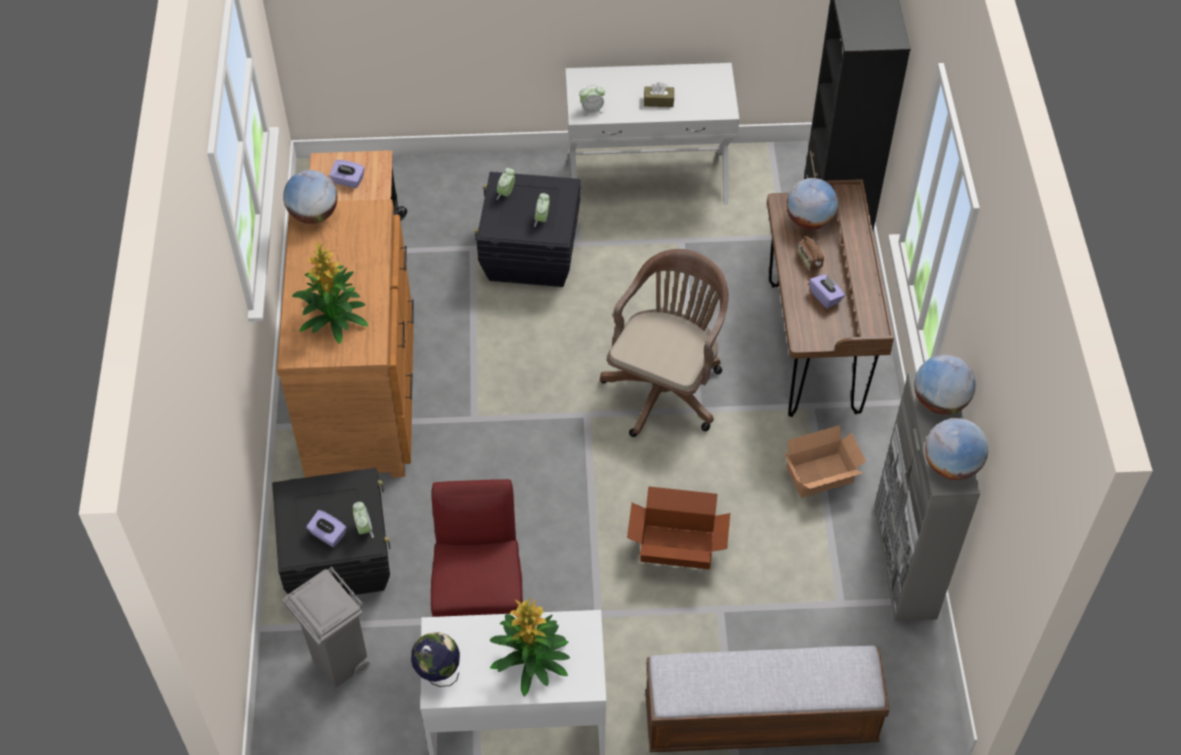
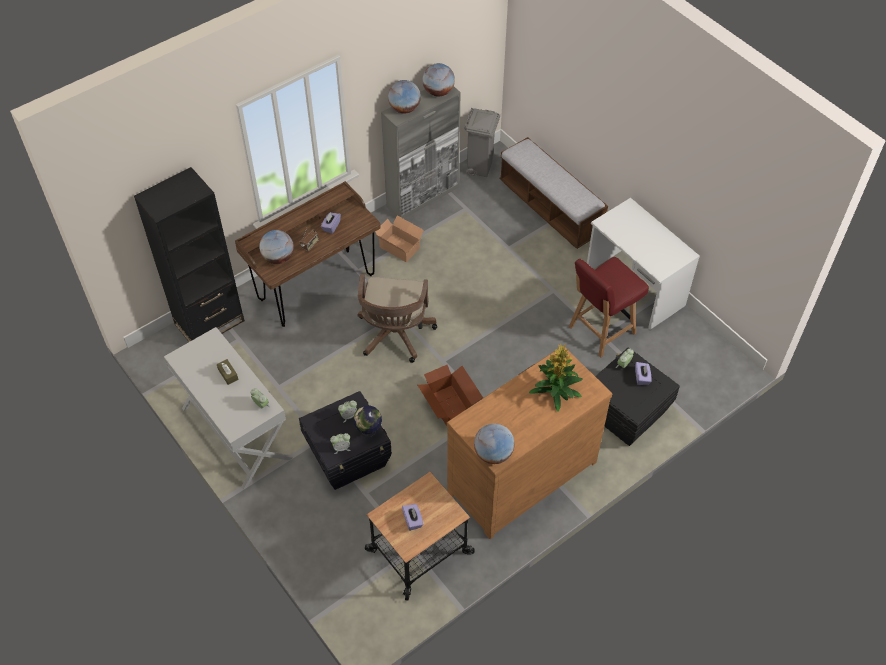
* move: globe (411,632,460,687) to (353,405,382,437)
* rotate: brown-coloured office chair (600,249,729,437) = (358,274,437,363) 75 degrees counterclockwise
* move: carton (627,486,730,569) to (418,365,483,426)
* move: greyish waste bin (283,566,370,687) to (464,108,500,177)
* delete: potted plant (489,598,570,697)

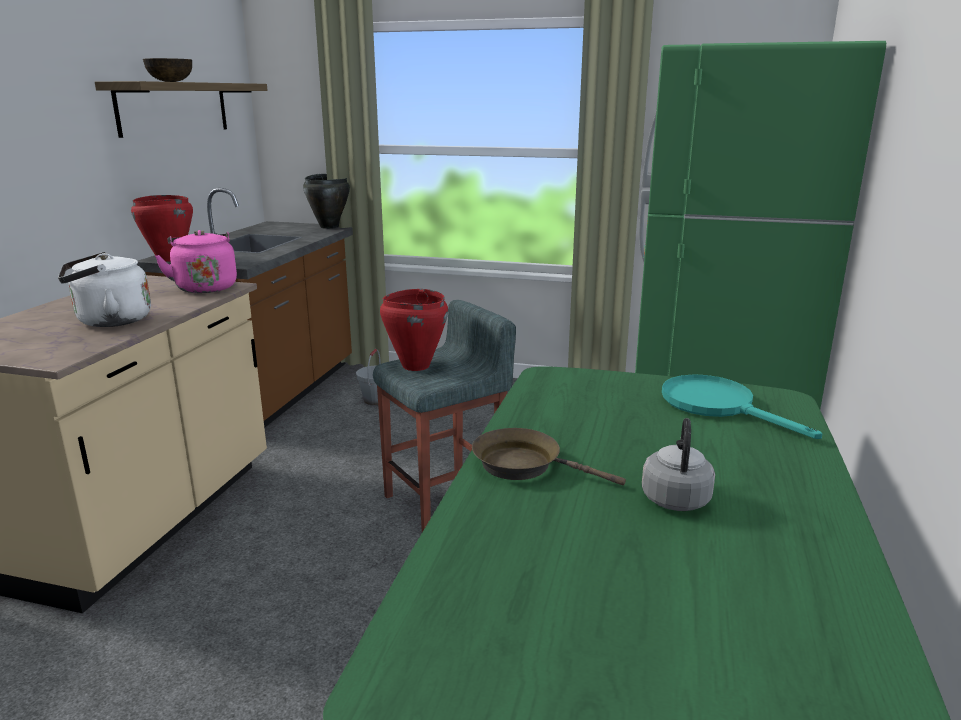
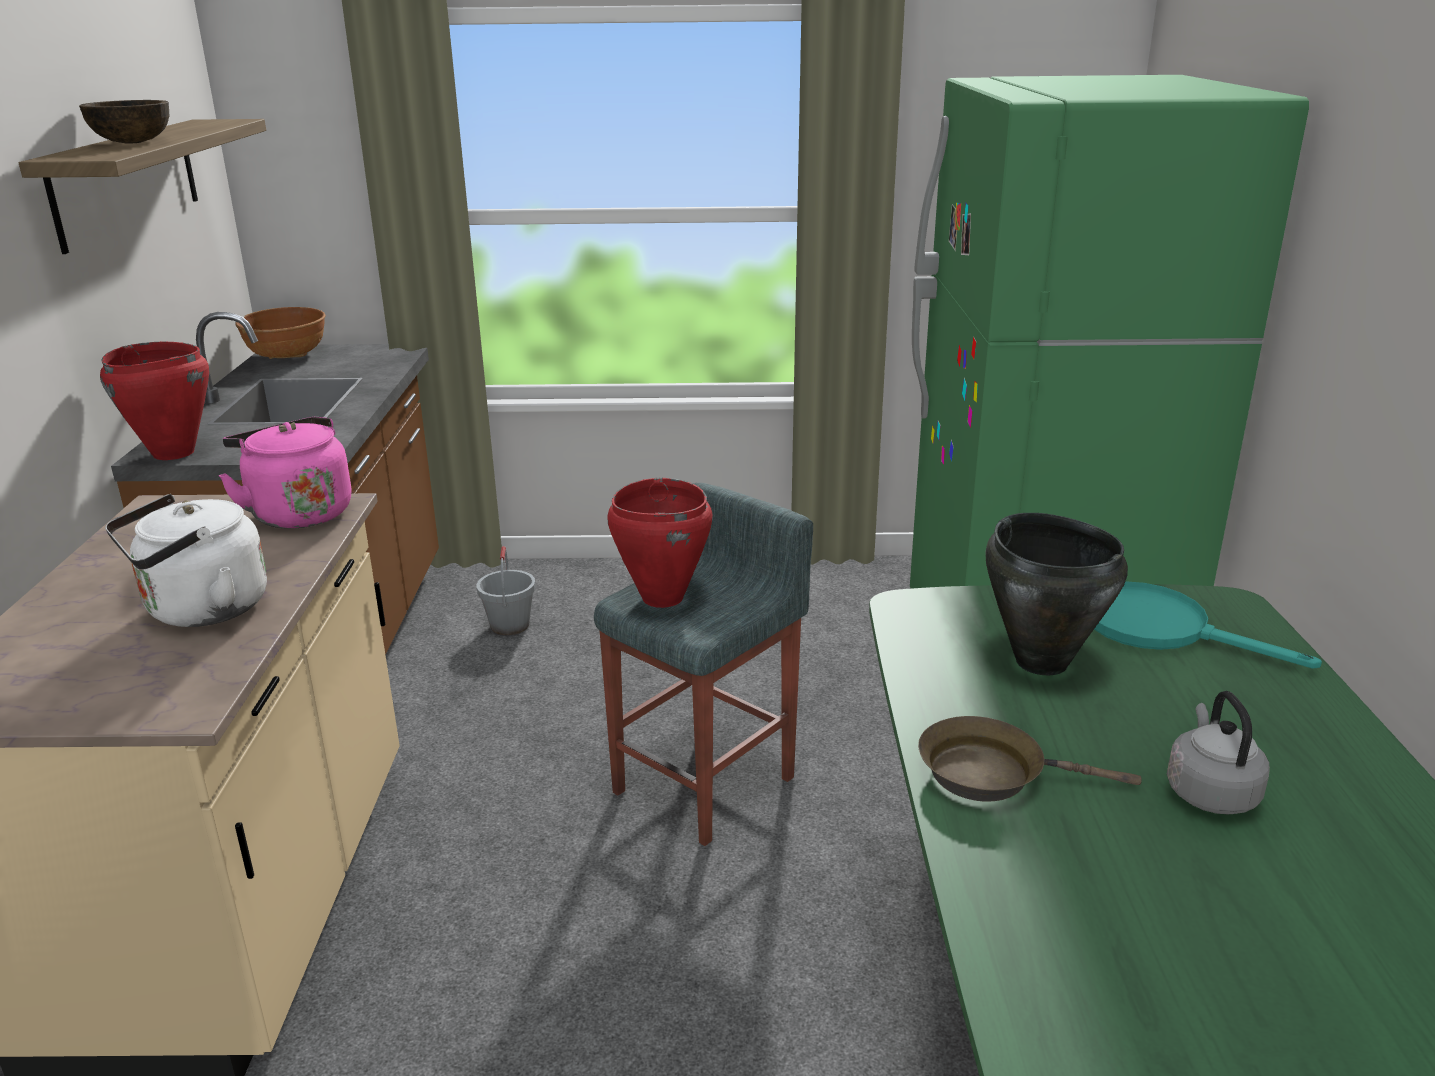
* insert: brown-coloured bowl (235,307,326,359)
* move: black-coloured cooking pot (303,174,350,229) to (985,513,1128,675)

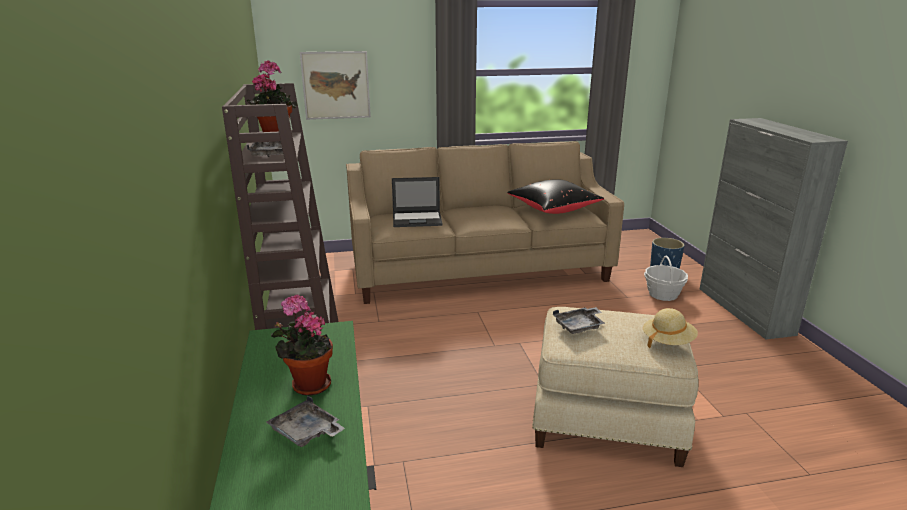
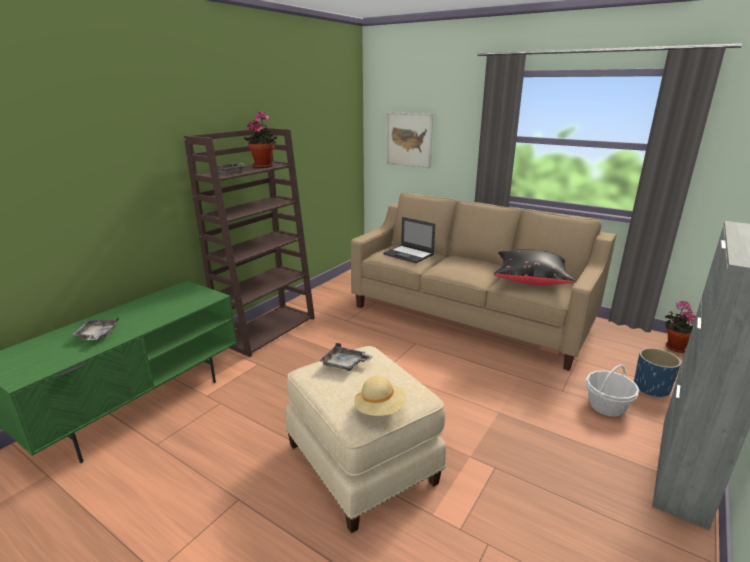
* move: potted plant (271,295,333,396) to (665,301,696,353)

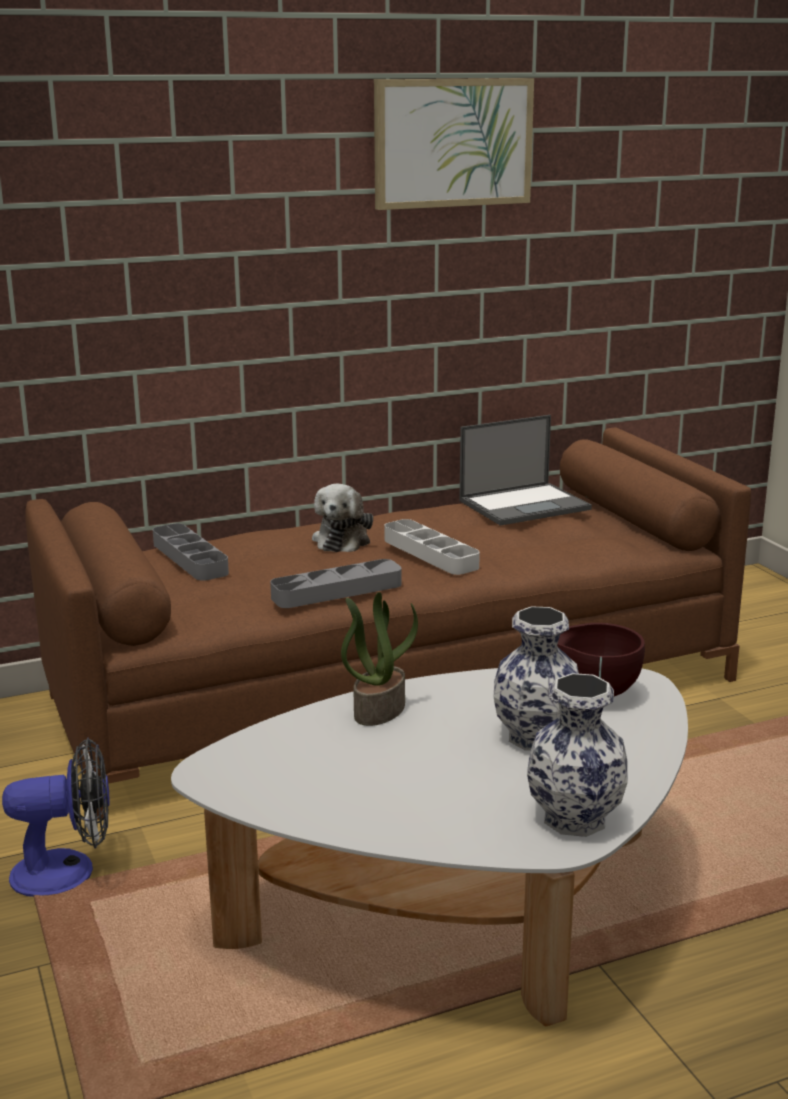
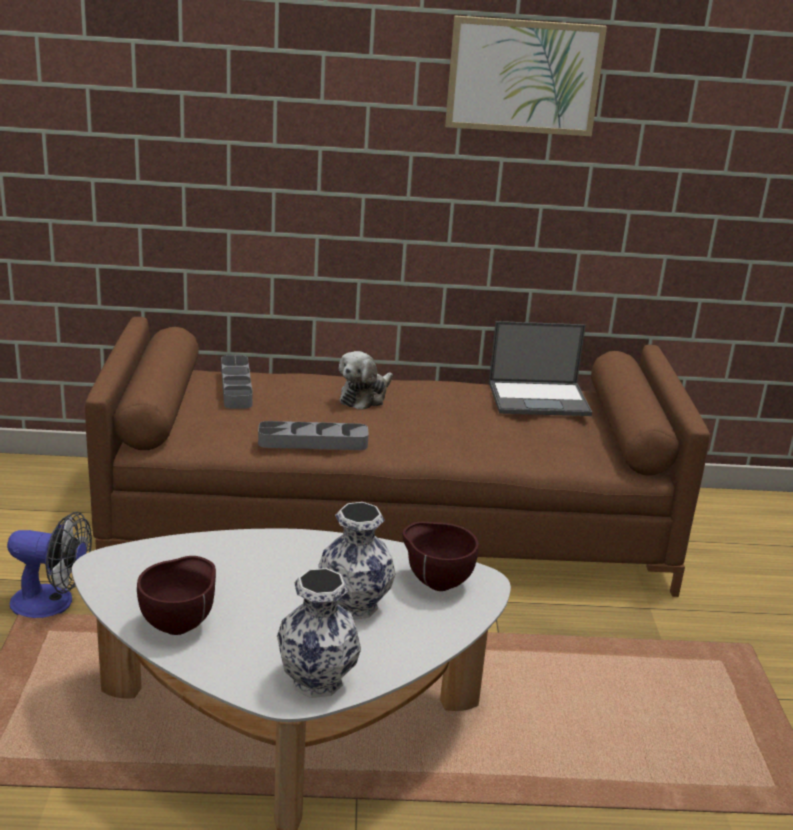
* insert: brown-coloured bowl (137,556,216,635)
* delete: potted plant (341,592,418,726)
* delete: greyish serving tray (385,519,480,575)

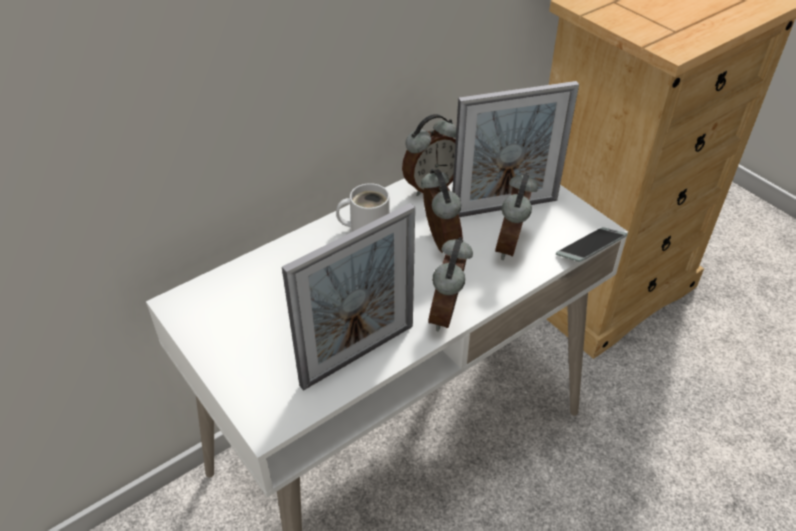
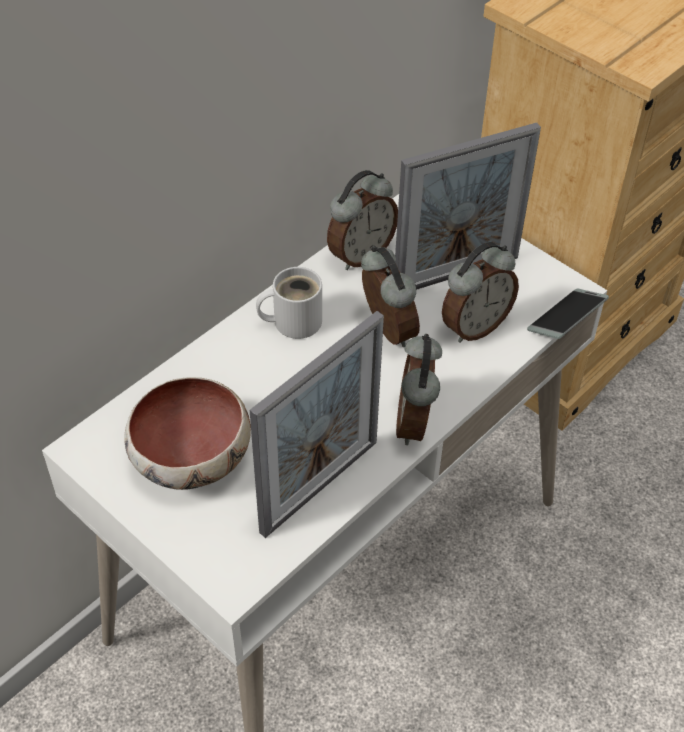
* insert: bowl (124,377,251,490)
* rotate: table clock (495,173,538,260) = (442,242,519,343) 135 degrees counterclockwise

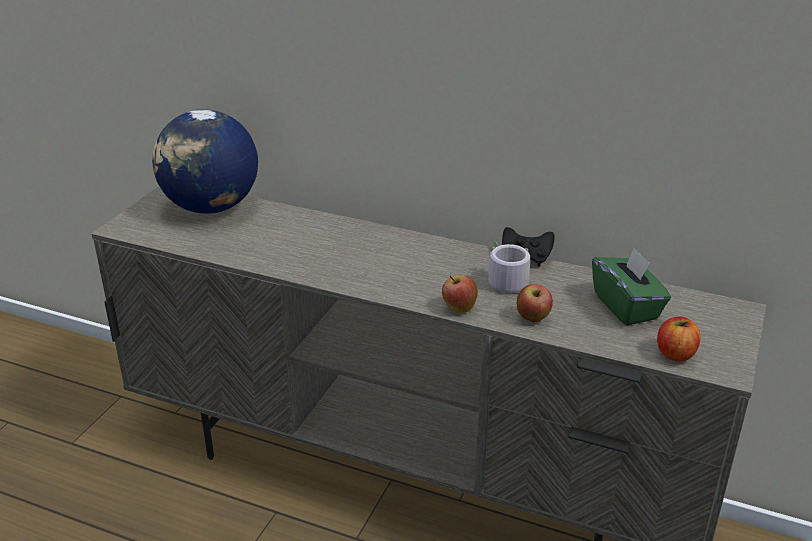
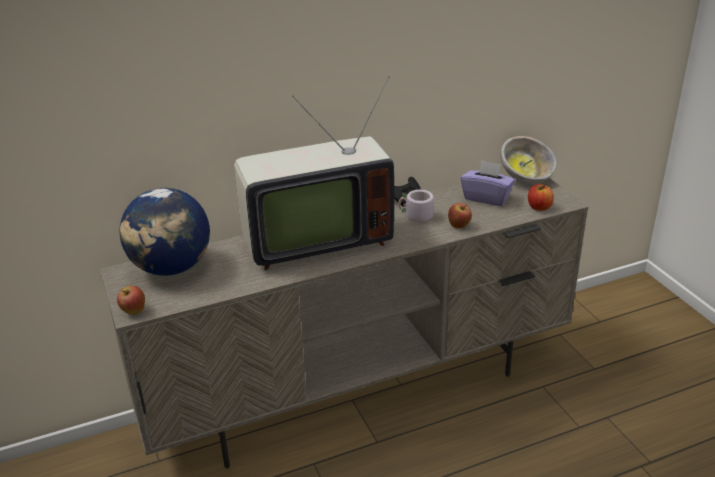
* move: apple fruit (442,275,478,313) to (117,286,145,315)
* insert: TV (234,76,394,270)
* recolor: green-coloured box of tissues (592,247,671,325) to purple box of tissues (461,160,515,206)
* insert: bowl (500,136,556,183)

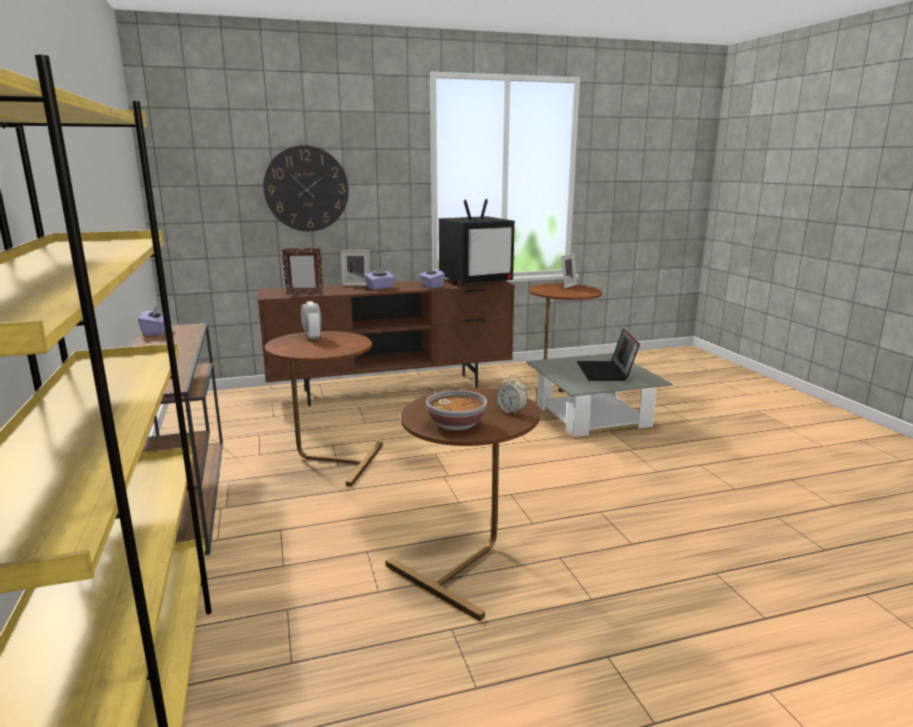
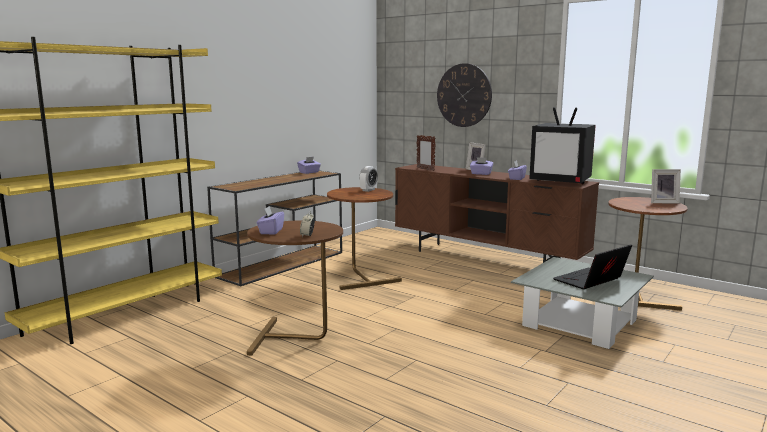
* replace: bowl (426,390,487,431) to purple box of tissues (257,206,284,235)

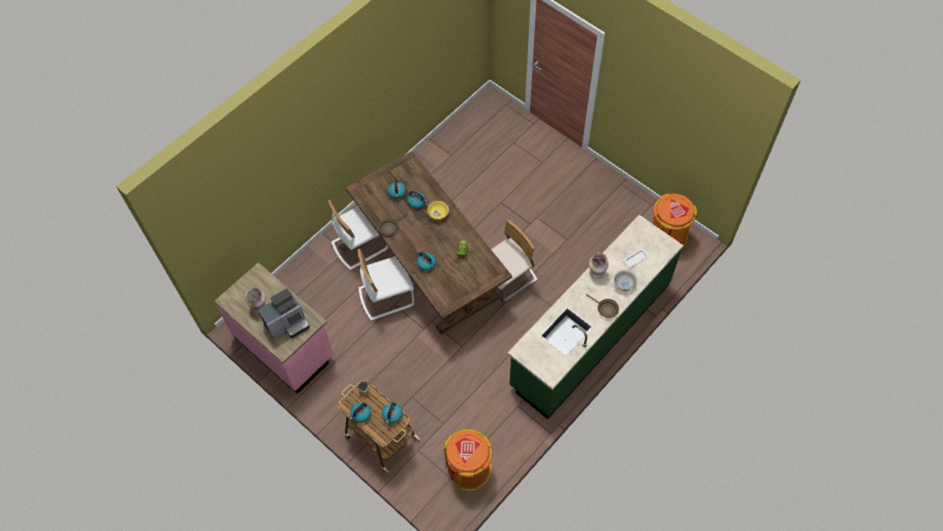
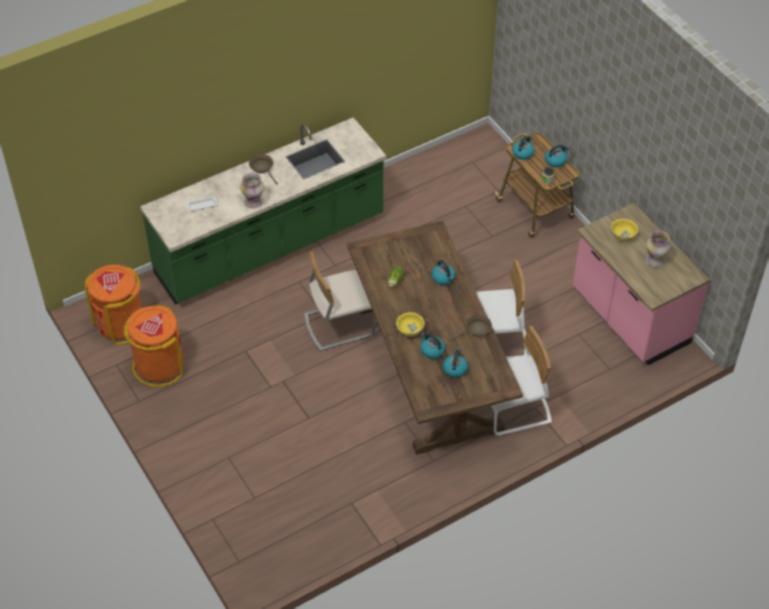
* move: orange-coloured waste bin (444,429,492,492) to (123,305,184,387)
* replace: coffee machine (258,289,310,340) to yellow bowl (610,218,638,241)
* delete: whitish bowl (614,270,637,291)

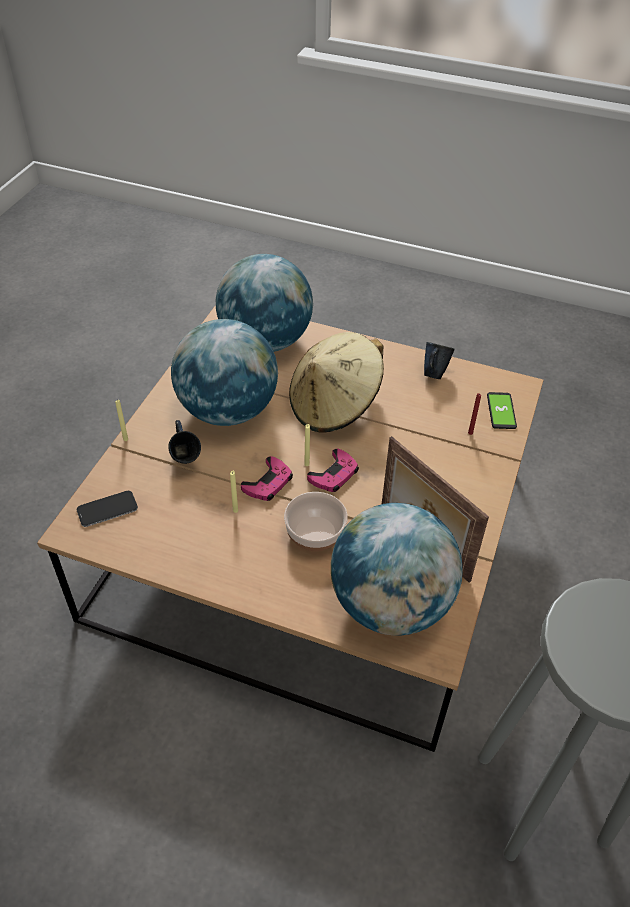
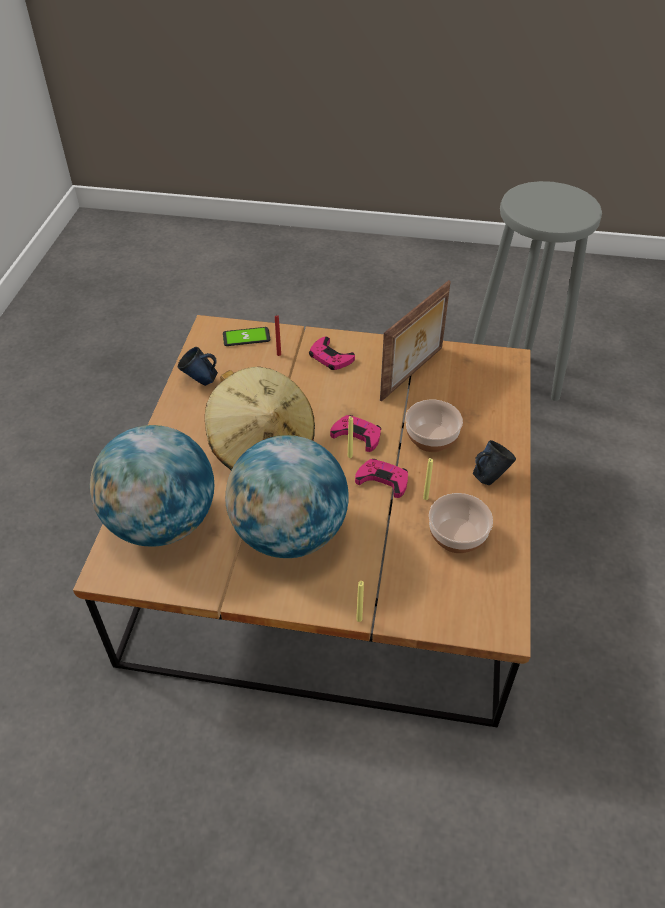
* insert: pink-coloured joypad (309,336,355,370)
* insert: bowl (429,493,493,553)
* move: blue-coloured mug (168,420,201,464) to (473,440,516,485)
* delete: telephone (77,491,138,527)
* delete: globe (331,503,463,635)

